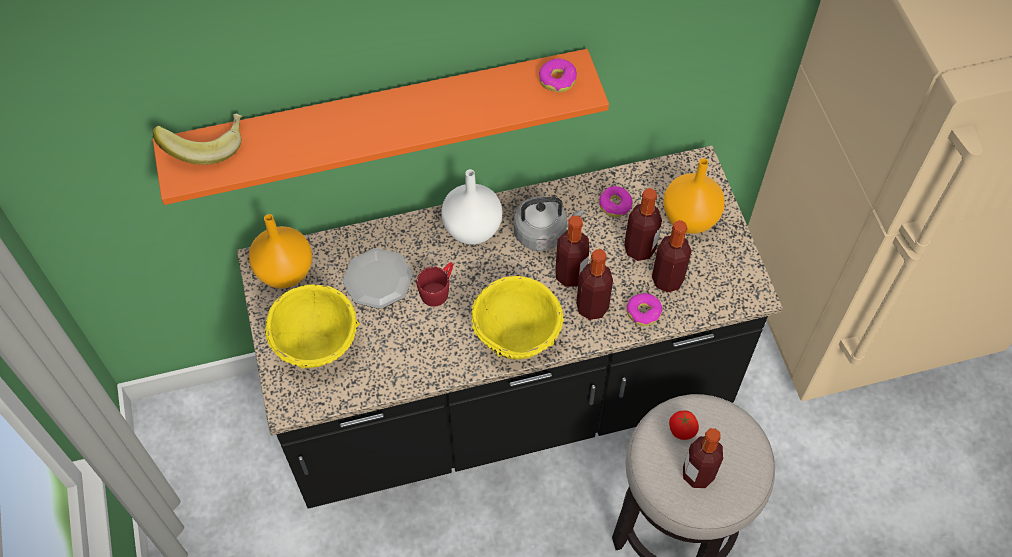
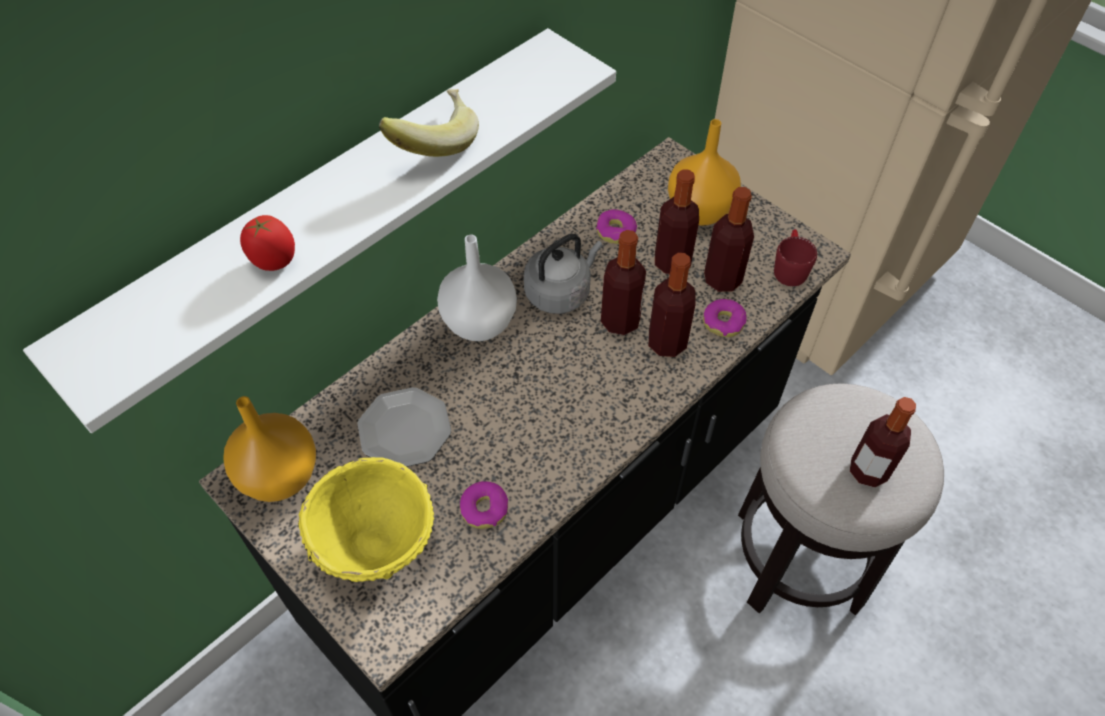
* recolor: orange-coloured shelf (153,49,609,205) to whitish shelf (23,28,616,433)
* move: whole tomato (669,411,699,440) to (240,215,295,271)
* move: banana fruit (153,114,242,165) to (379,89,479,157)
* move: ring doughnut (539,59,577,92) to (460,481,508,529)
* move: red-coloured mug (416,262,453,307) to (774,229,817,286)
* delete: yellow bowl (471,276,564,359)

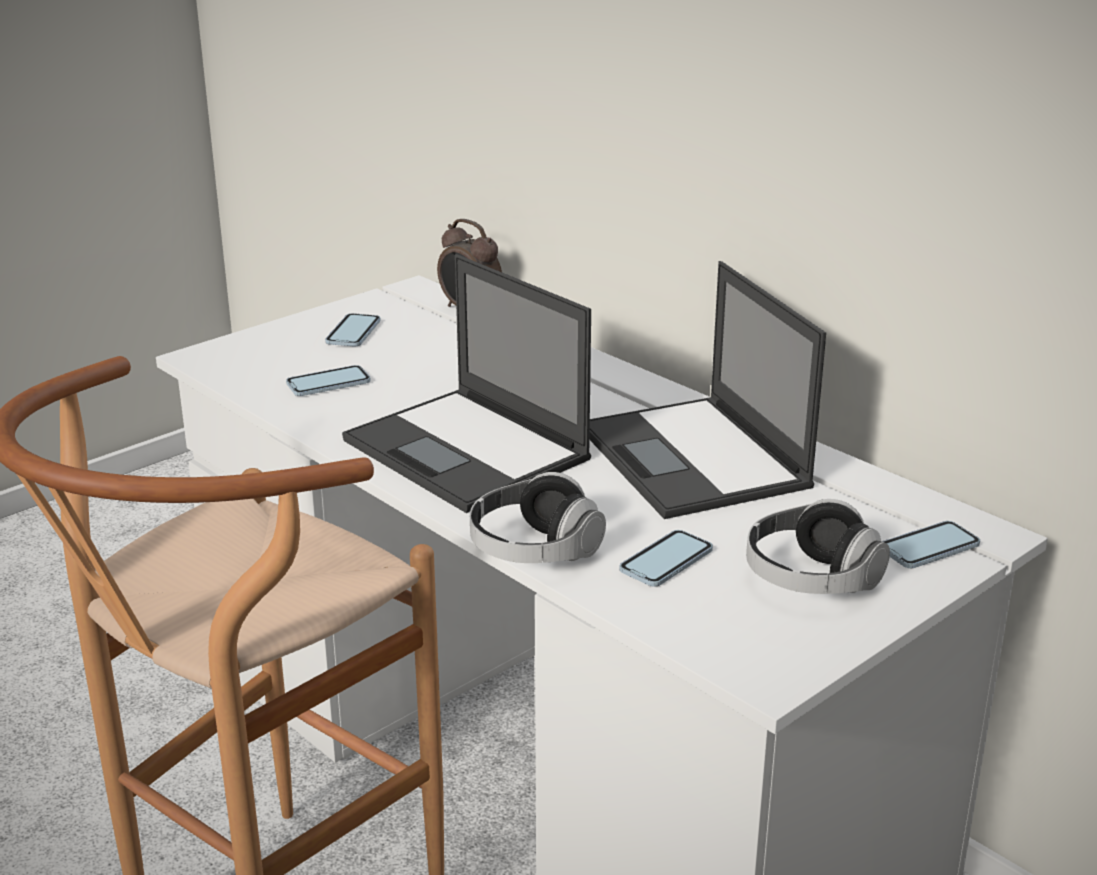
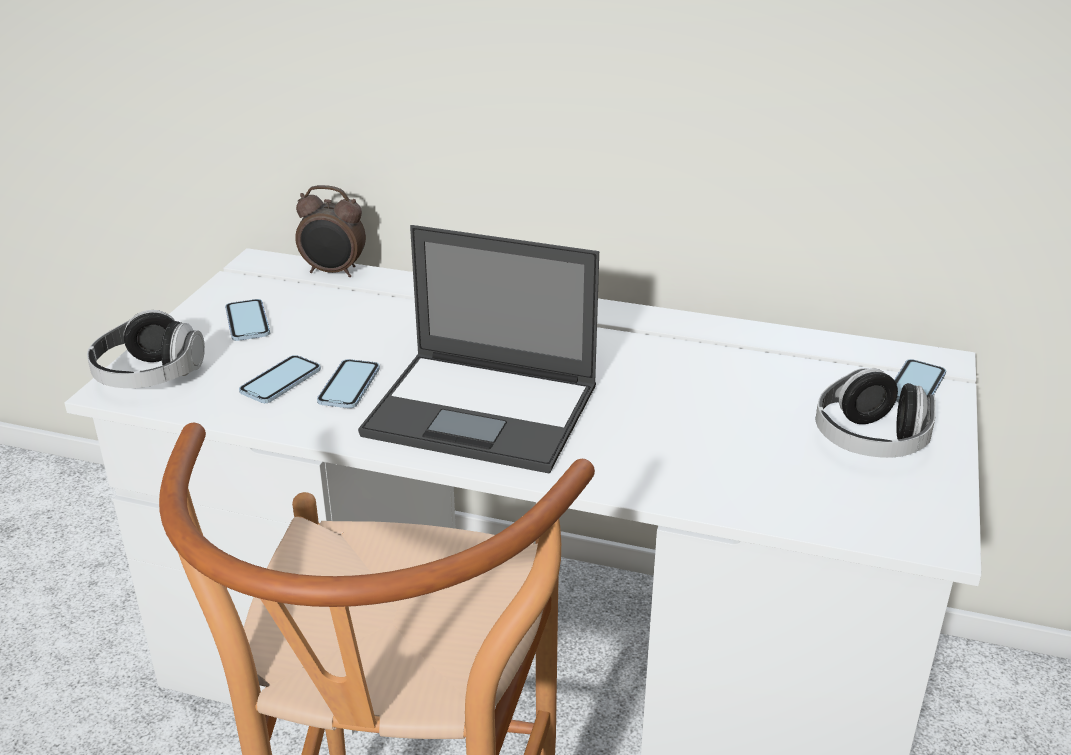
* move: headset (470,472,606,563) to (87,310,205,388)
* move: telephone (620,530,713,587) to (317,359,380,408)
* delete: notebook computer (589,261,826,519)

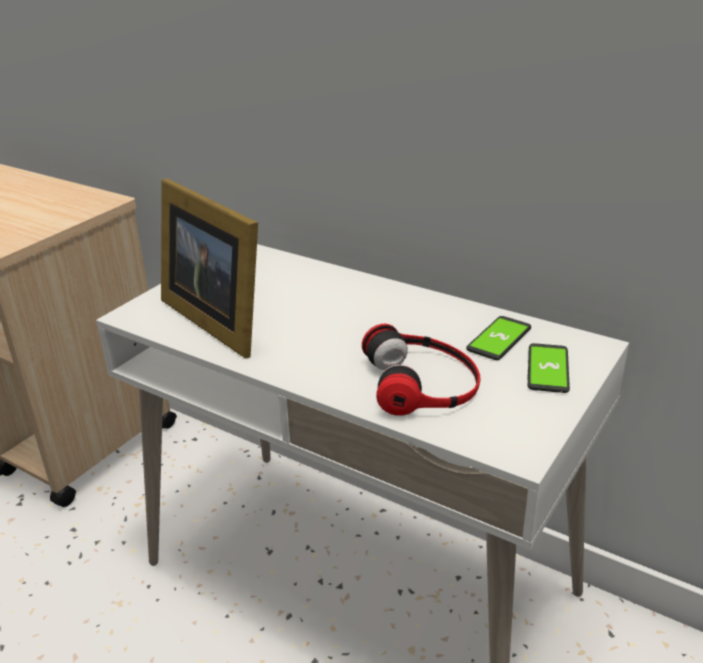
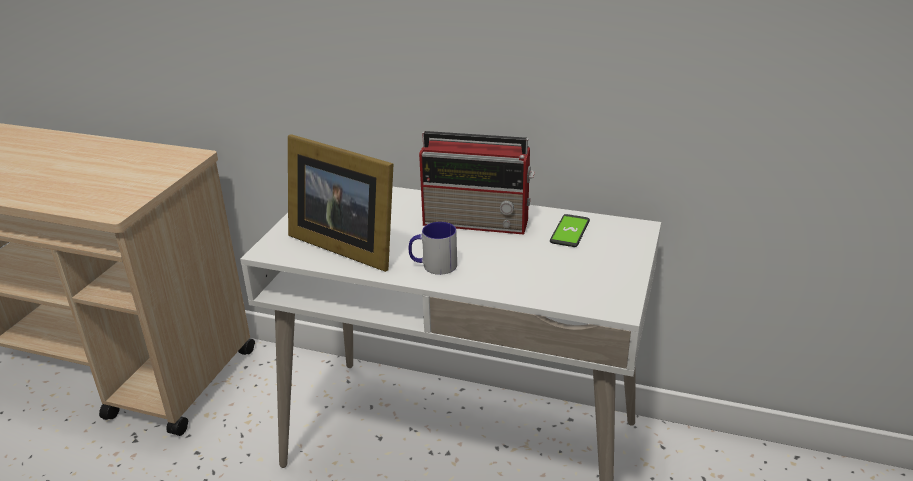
* insert: mug (409,222,457,275)
* insert: radio (419,131,535,235)
* delete: headset (362,324,480,416)
* delete: telephone (527,343,570,393)

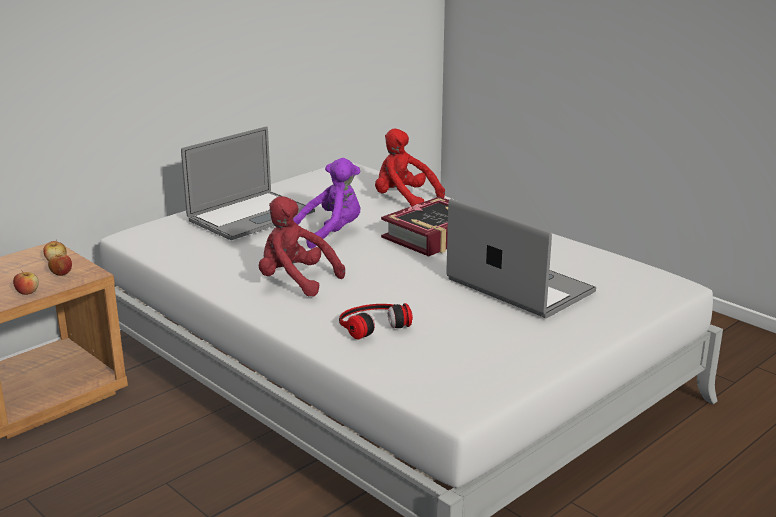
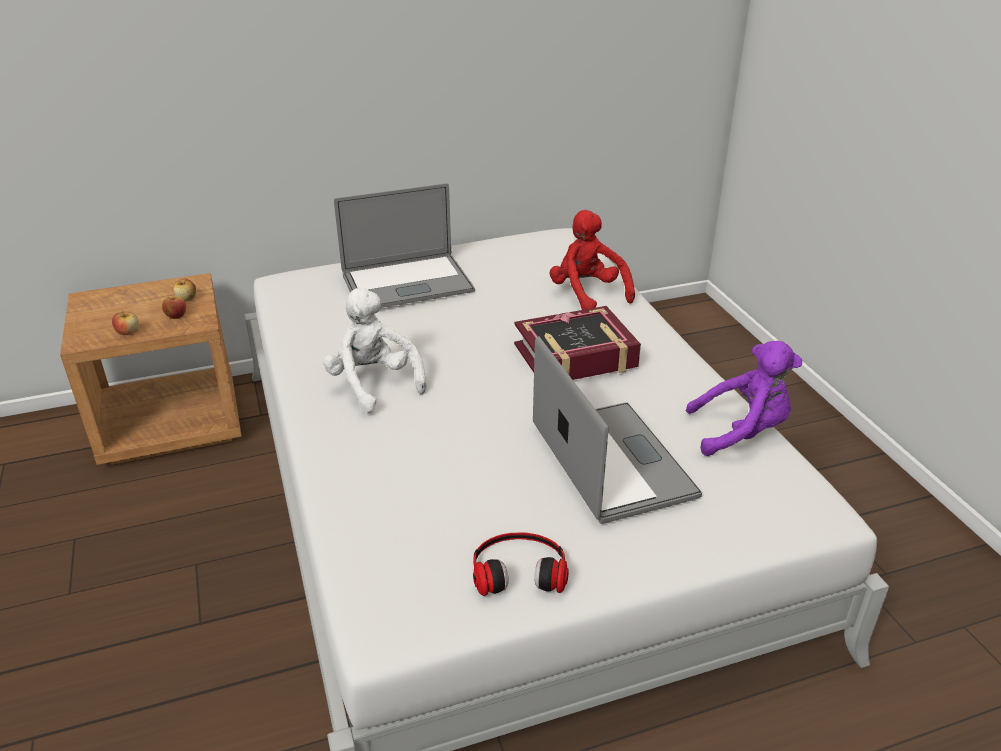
* recolor: red-coloured cuddly toy (259,196,345,297) to whitish cuddly toy (323,288,427,413)
* move: headset (339,303,413,339) to (473,532,569,596)
* move: purple cuddly toy (293,158,361,249) to (686,341,802,456)

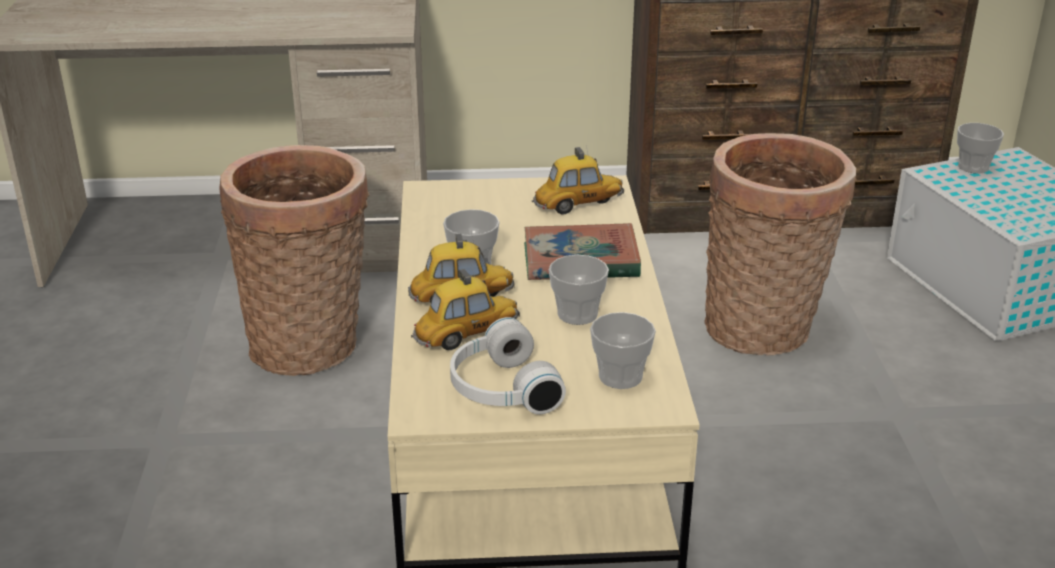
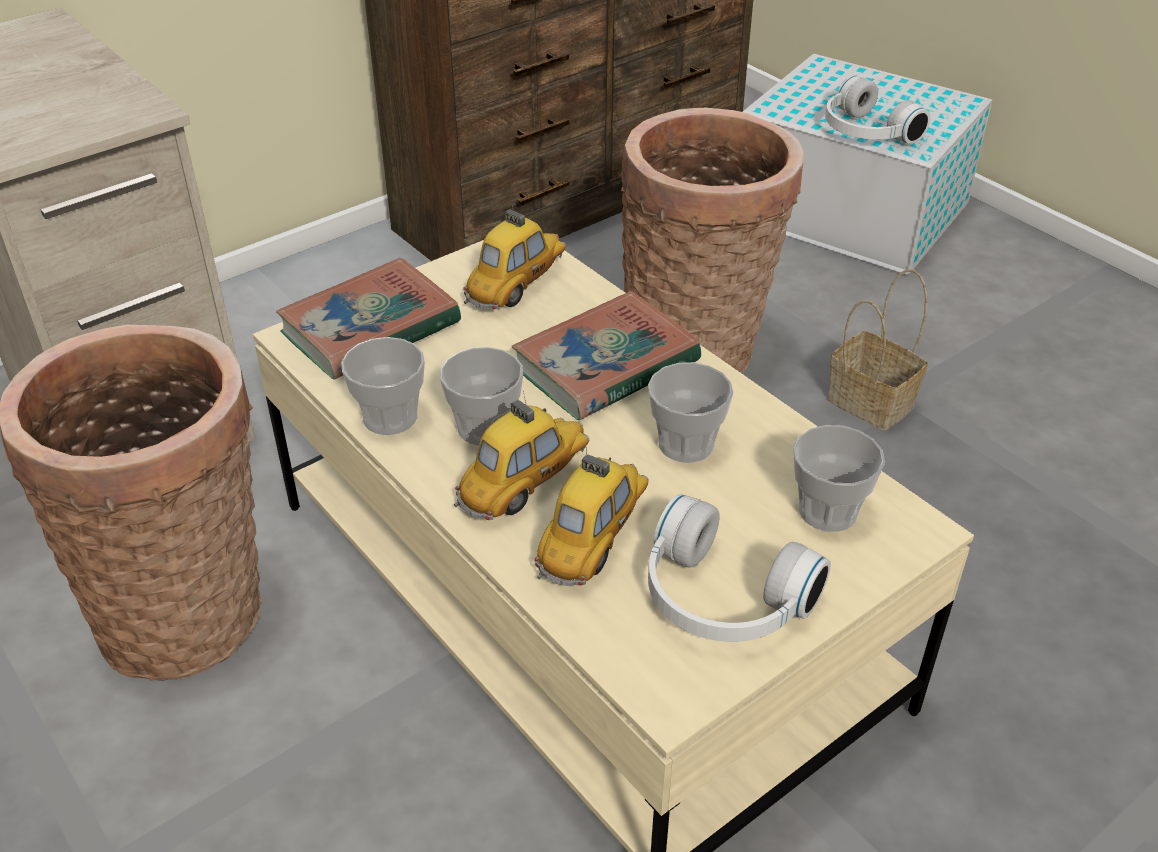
* insert: book (276,258,461,380)
* move: small cup (957,123,1004,174) to (341,337,425,435)
* insert: whitish headset (825,75,930,144)
* insert: storage basket (827,269,928,431)

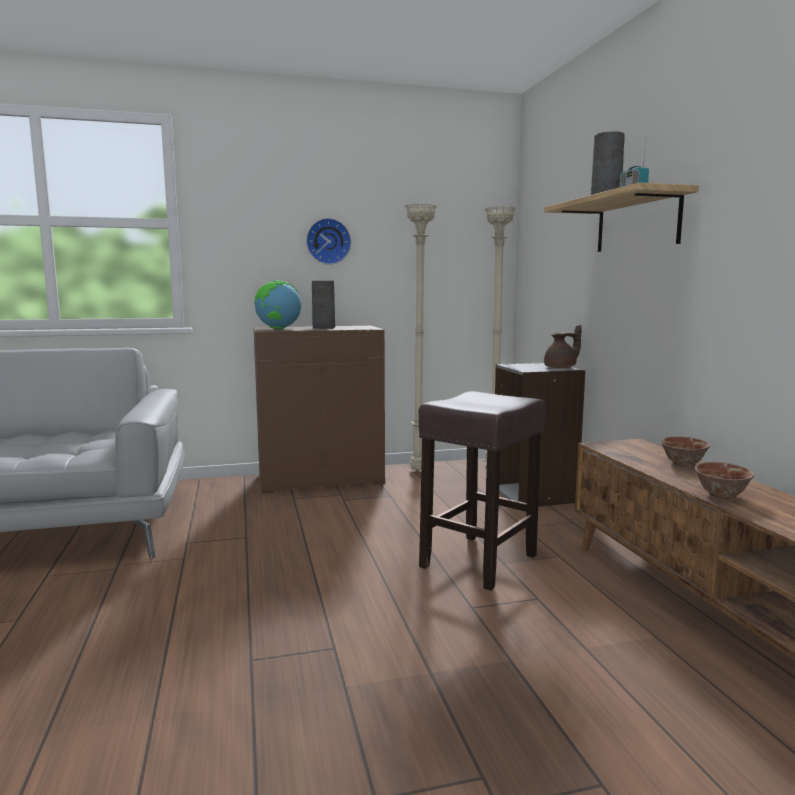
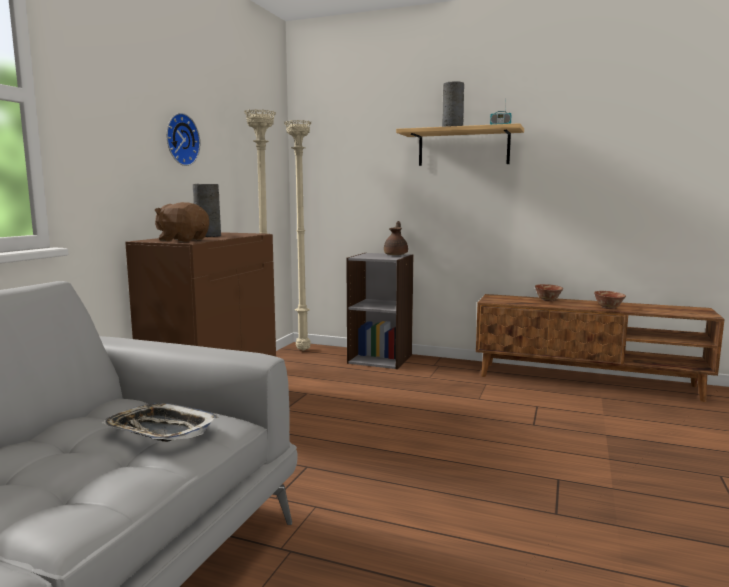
* insert: serving tray (102,403,219,442)
* replace: globe (254,280,301,329) to brown-coloured cuddly toy (155,202,209,242)
* delete: brown-coloured stool seat (419,391,546,591)

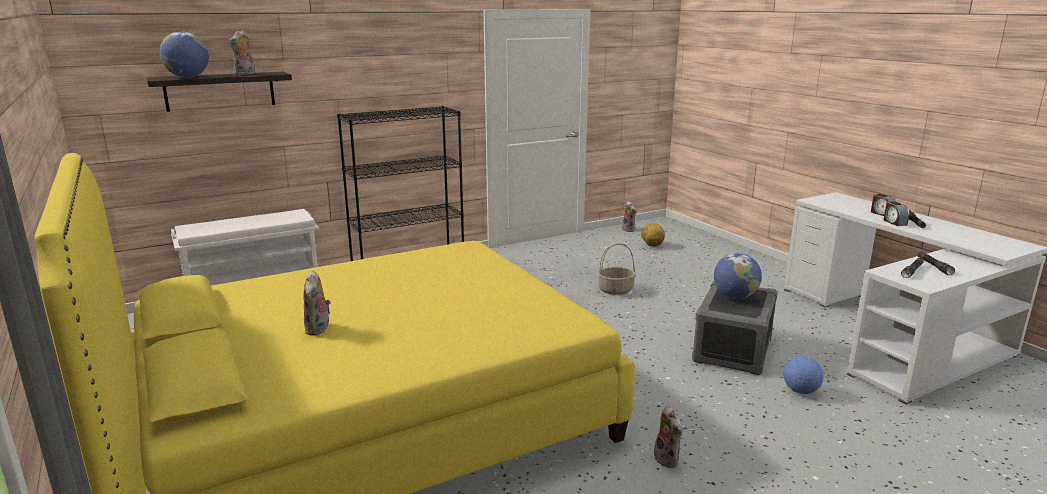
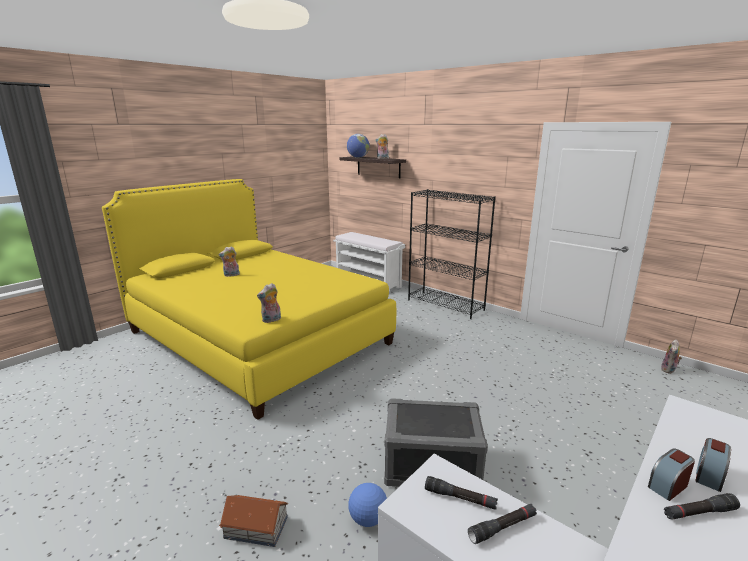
* insert: model house (219,495,288,547)
* move: cuddly toy (652,405,683,468) to (257,283,281,323)
* delete: storage basket (598,243,636,295)
* delete: football (641,223,665,246)
* delete: globe (714,253,762,299)

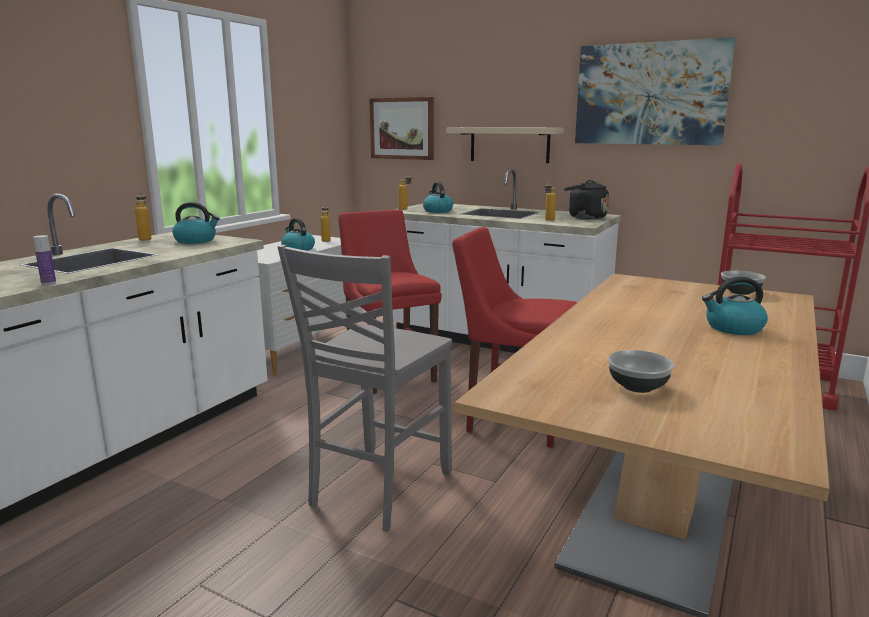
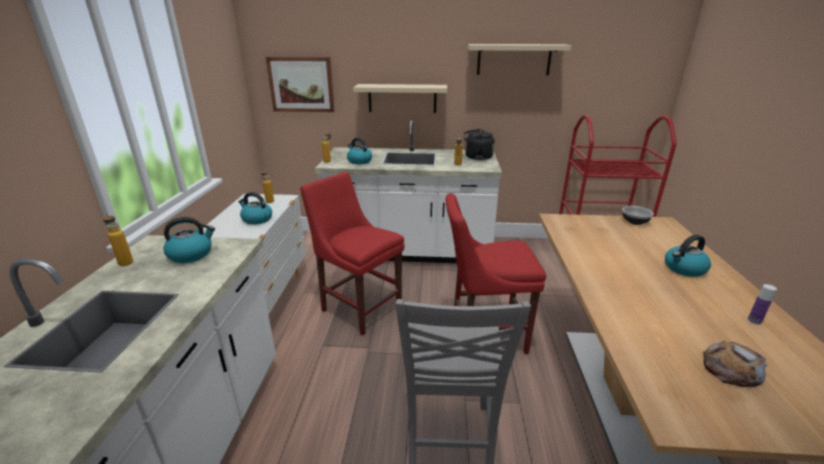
* replace: wall picture (575,37,736,145) to beige-coloured shelf (468,44,571,75)
* replace: bowl (607,350,675,393) to bread (703,341,768,387)
* move: beverage bottle (33,235,56,285) to (748,284,777,325)

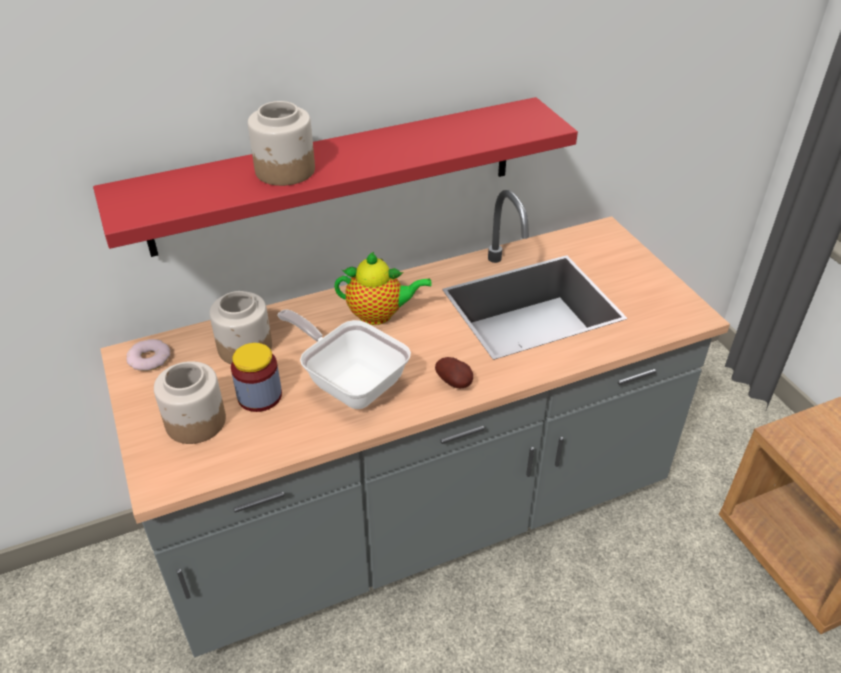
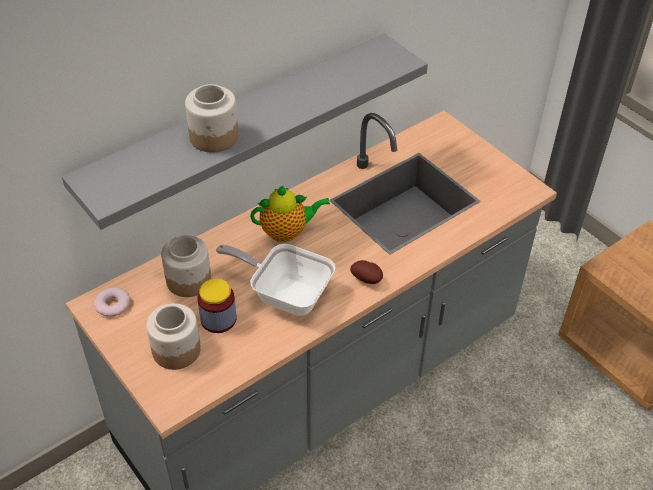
* recolor: red-coloured shelf (93,97,578,257) to greyish shelf (62,34,428,230)

